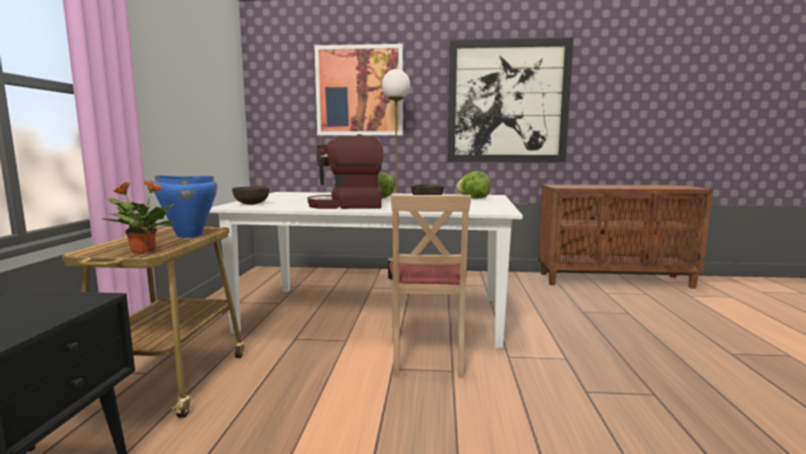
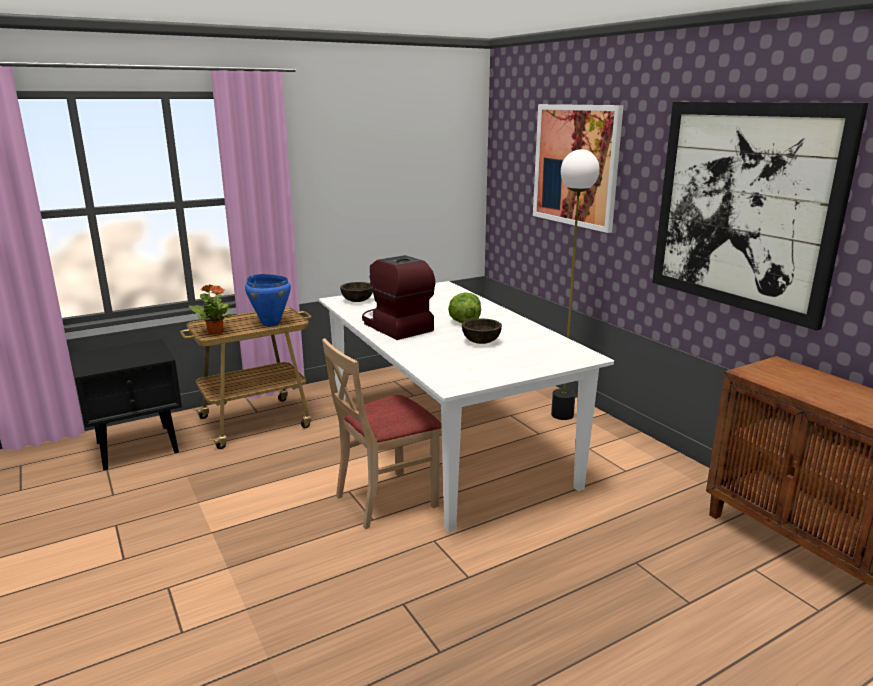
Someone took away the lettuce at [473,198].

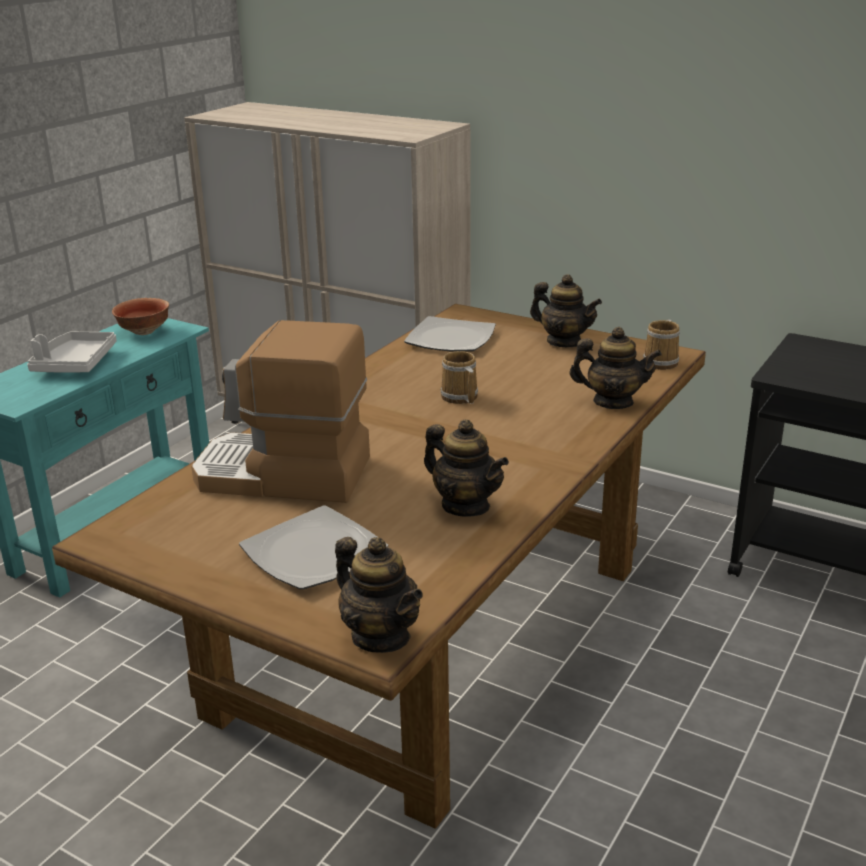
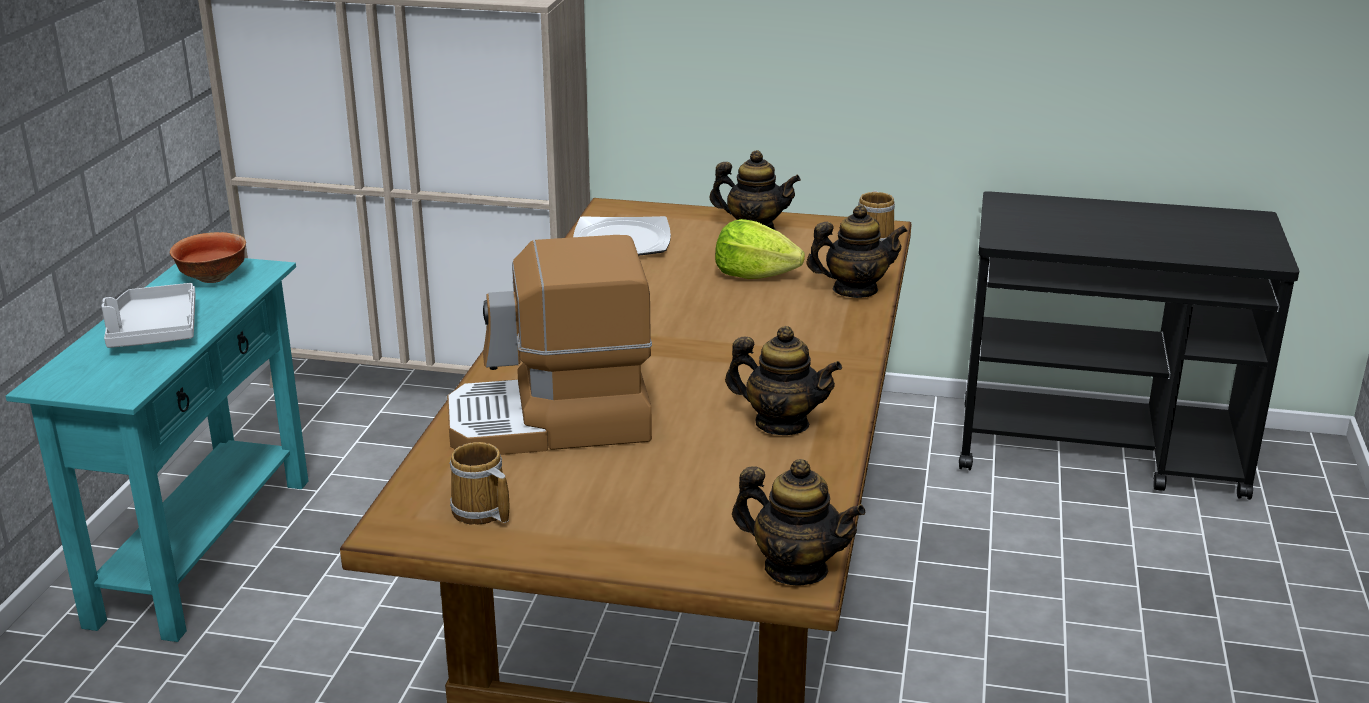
Someone took away the plate at [314,552].
Someone put down the lettuce at [754,275].
Someone carried the mug from [459,397] to [480,512].

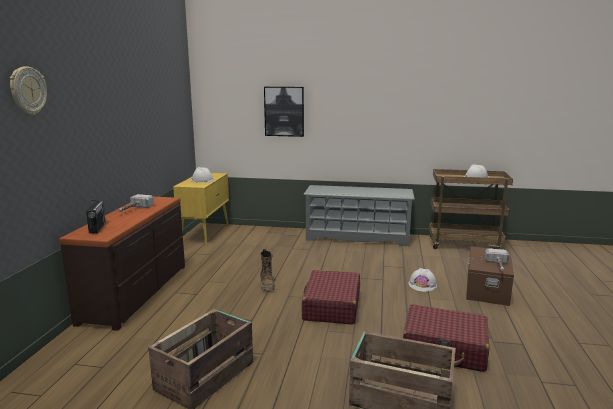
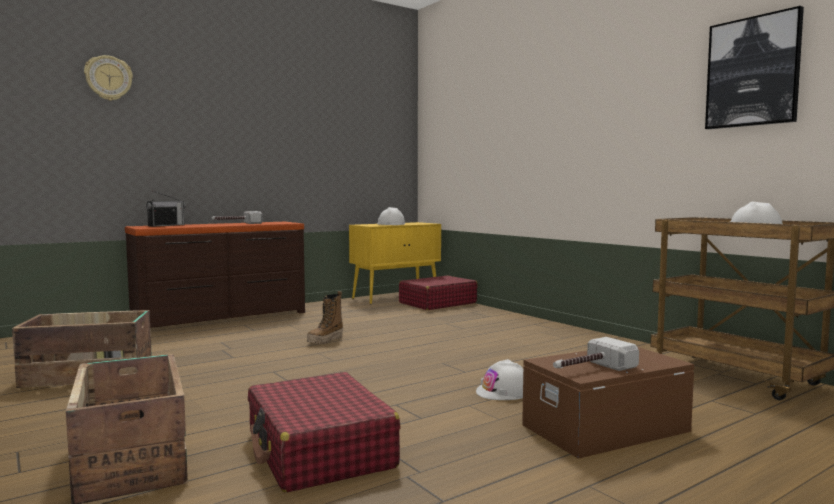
Someone took away the grey_shoe_rack at [357,237].
Someone carried the picture from [284,111] to [753,72].
Someone carried the red_suitcase from [331,306] to [437,303].

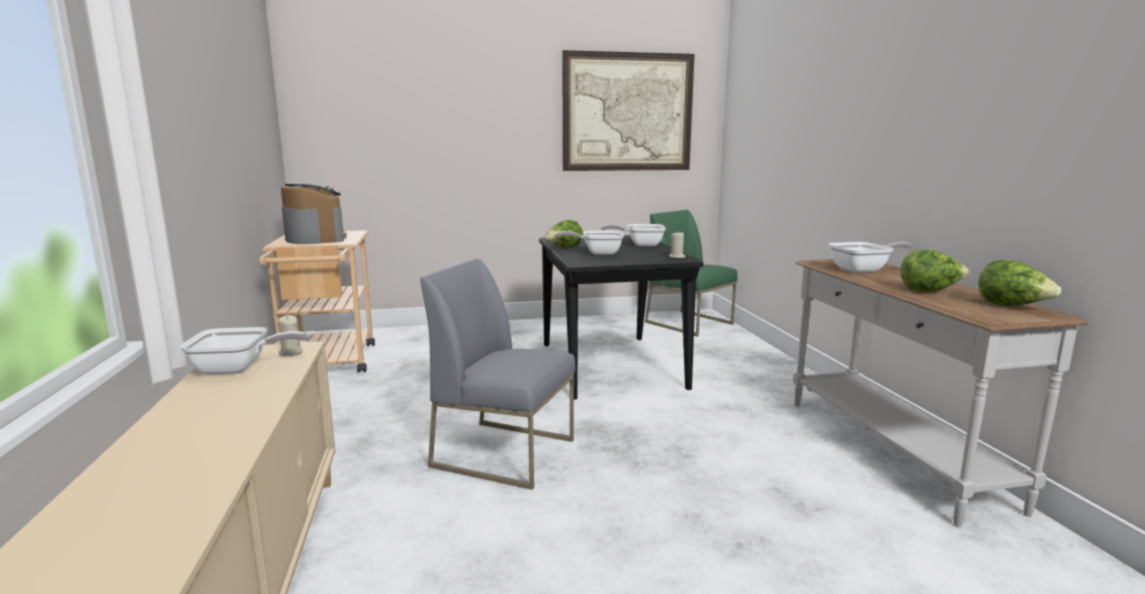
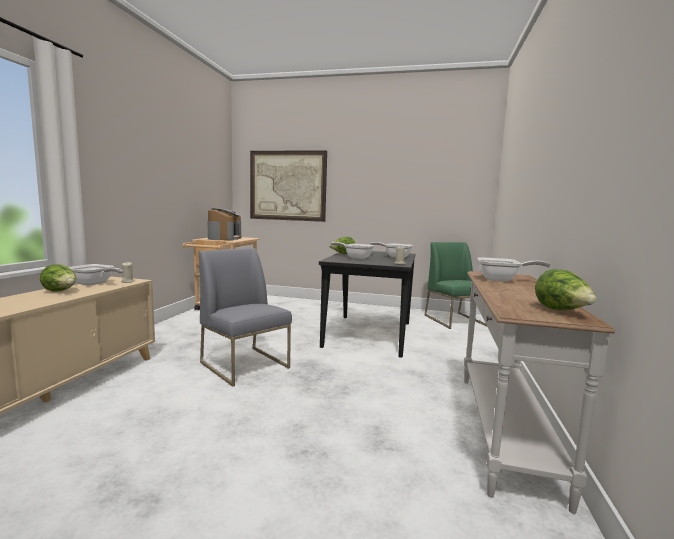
Someone carried the picture from [627,112] to [287,186].
Someone carried the lettuce from [929,291] to [60,291].

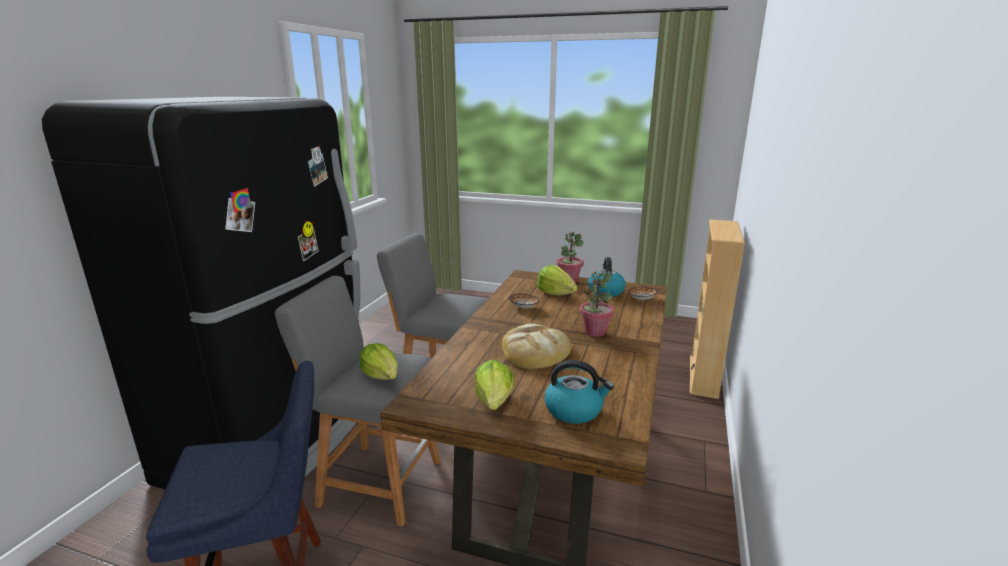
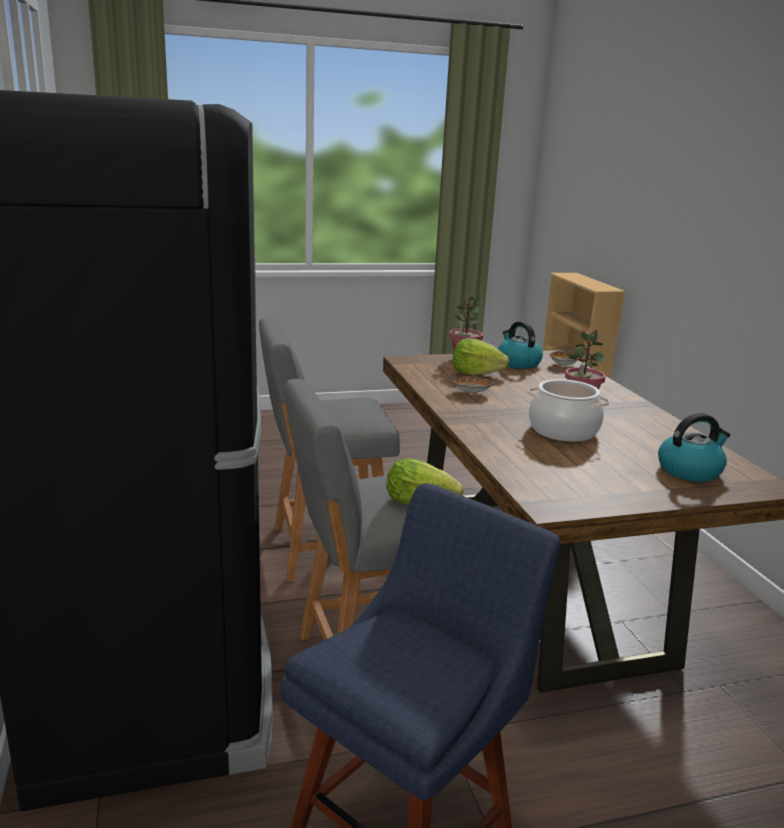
Someone took away the lettuce at [494,401].
Someone swapped the bread at [535,351] for the cooking_pot at [563,431].

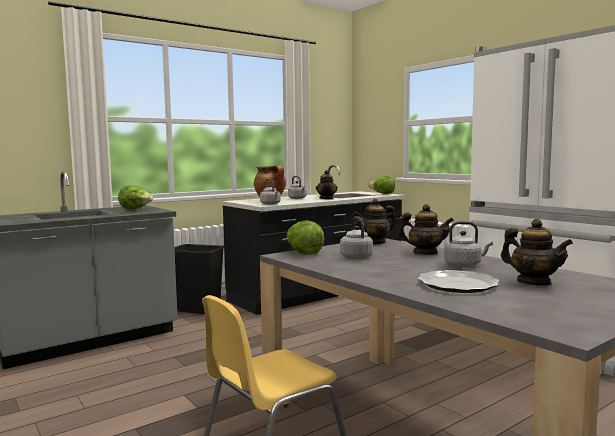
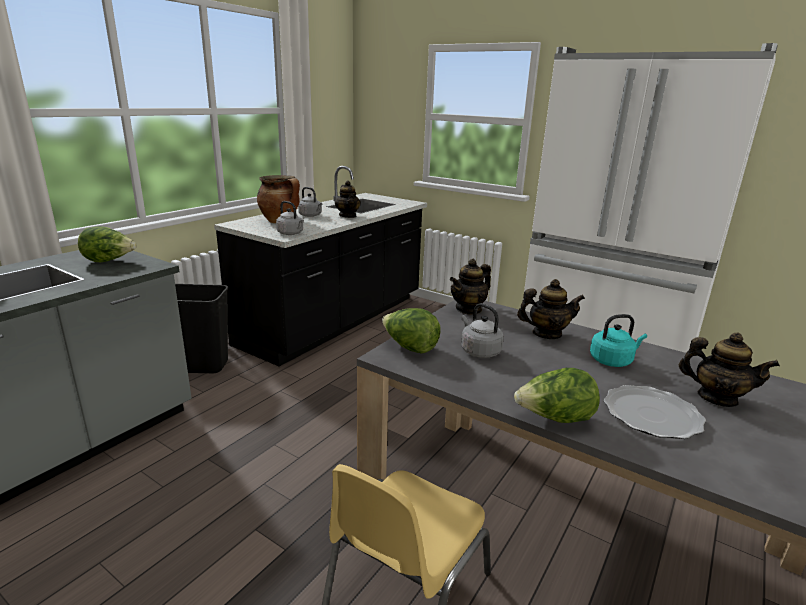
Someone carried the lettuce from [382,194] to [554,419].
Someone repainted the grey_kettle at [464,265], which became the turquoise_kettle at [612,360].

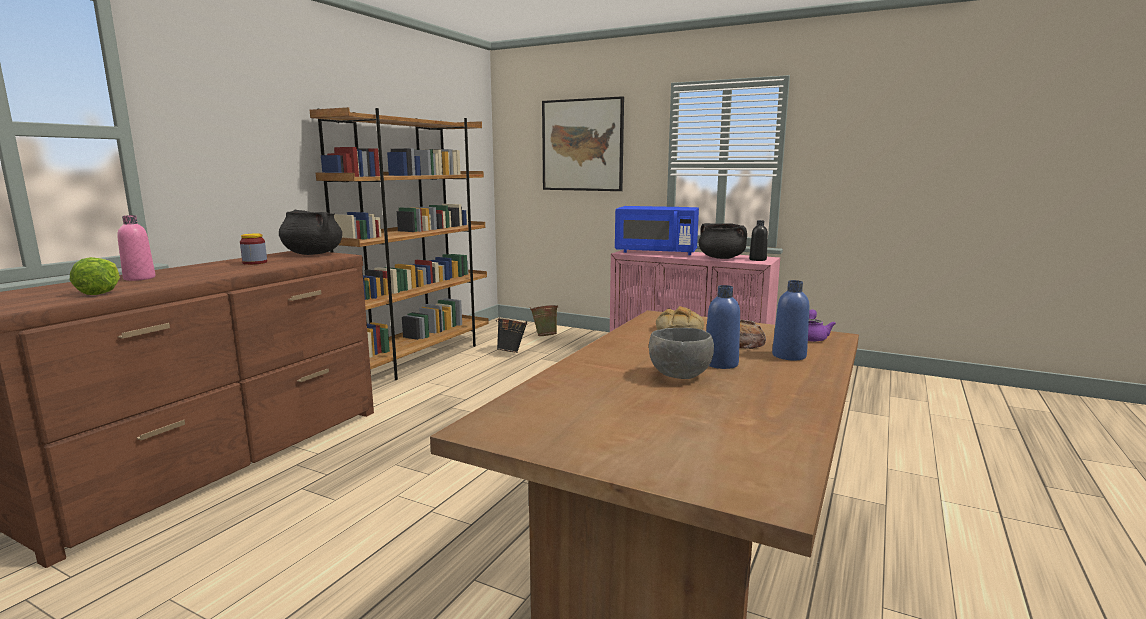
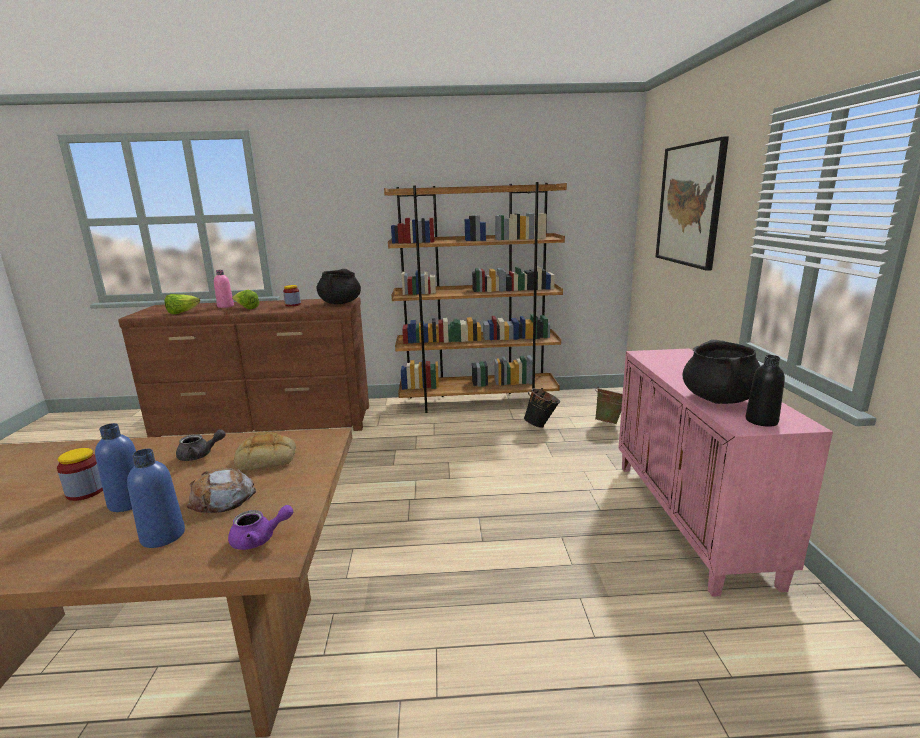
Someone took away the blue_microwave at [656,252].
Someone put down the grey_teapot at [200,455].
Someone put down the lettuce at [246,308].
Someone swapped the grey_bowl at [680,376] for the jar at [86,491].

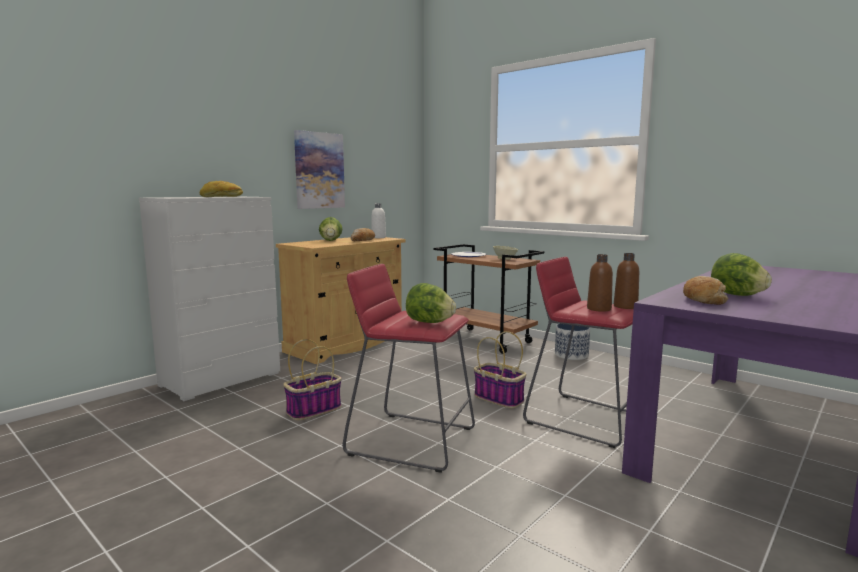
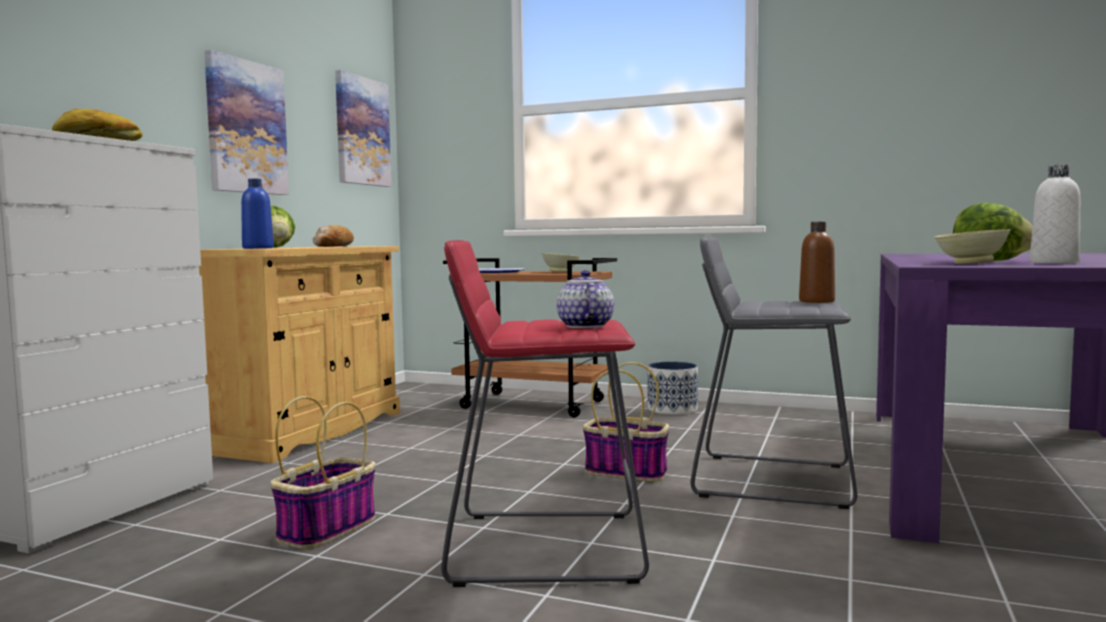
Someone took away the brown_bottle at [599,309].
Someone put down the blue_bottle at [258,248].
Someone put up the picture at [362,131].
Someone carried the white_bottle from [378,237] to [1054,262].
Someone swapped the lettuce at [429,322] for the teapot at [584,326].
Someone swapped the bread at [703,299] for the beige_bowl at [969,263].
Someone repainted the red_stool at [585,419], which became the grey_stool at [771,480].

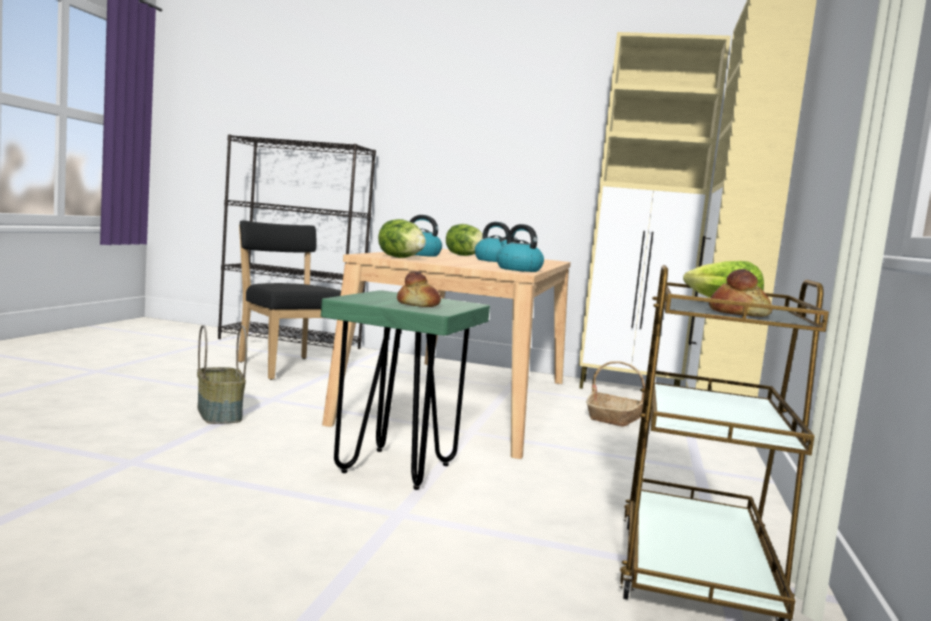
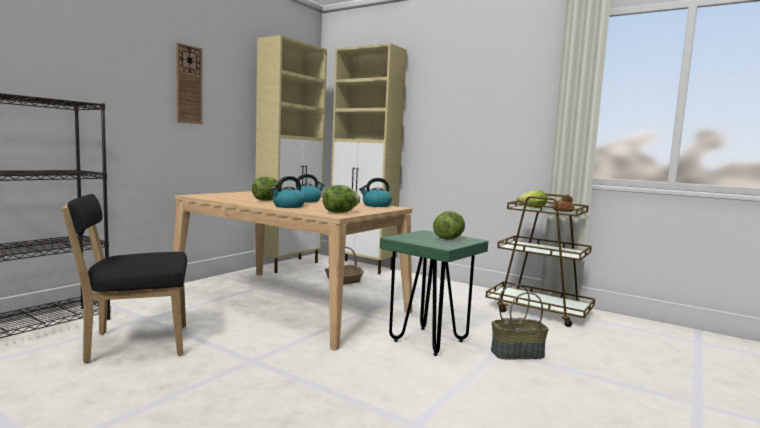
Someone put up the wall_clock at [189,84].
Someone carried the basket from [220,414] to [517,353].
Someone swapped the bread at [418,304] for the lettuce at [449,239].

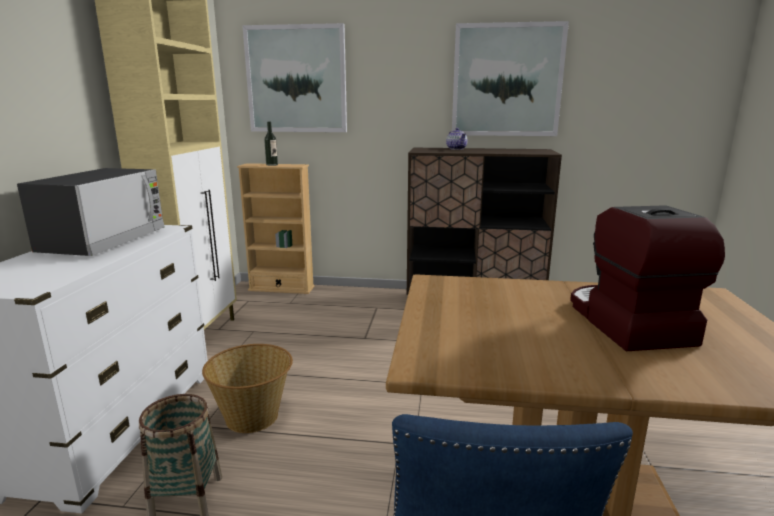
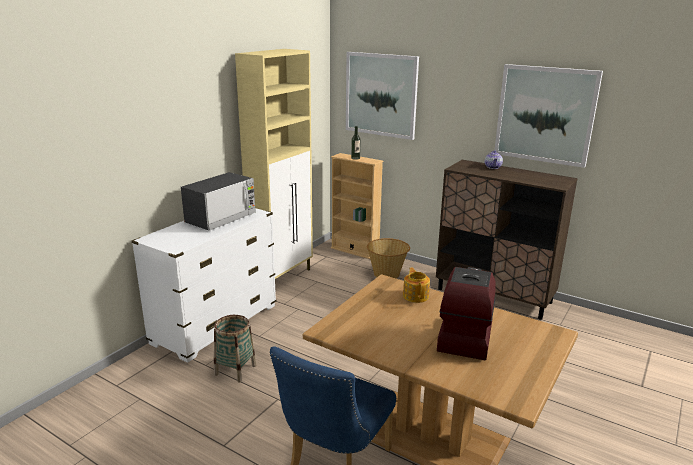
Someone put down the teapot at [416,296].
Someone carried the basket from [253,416] to [387,274].

